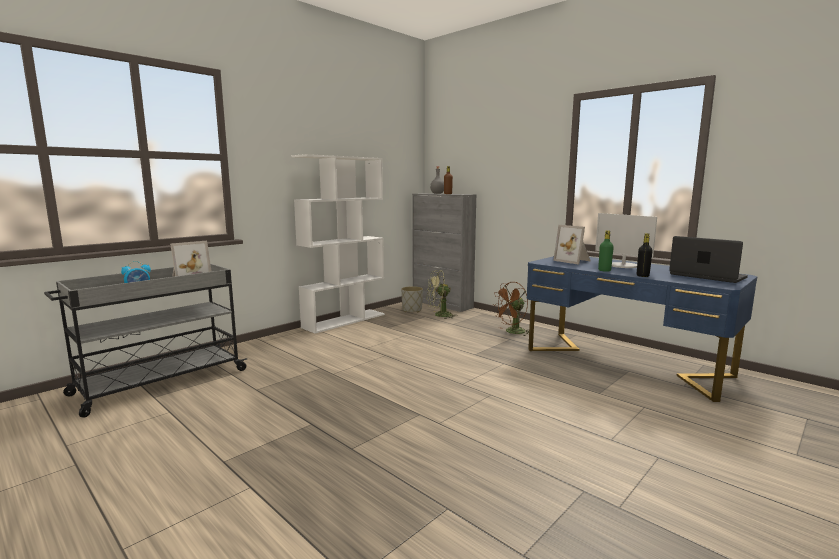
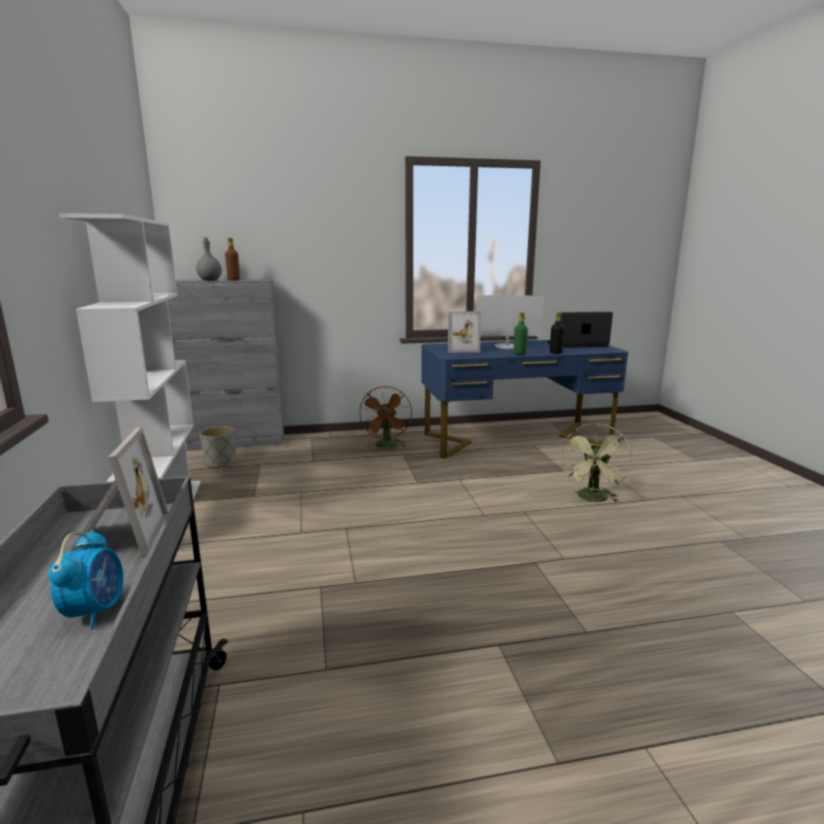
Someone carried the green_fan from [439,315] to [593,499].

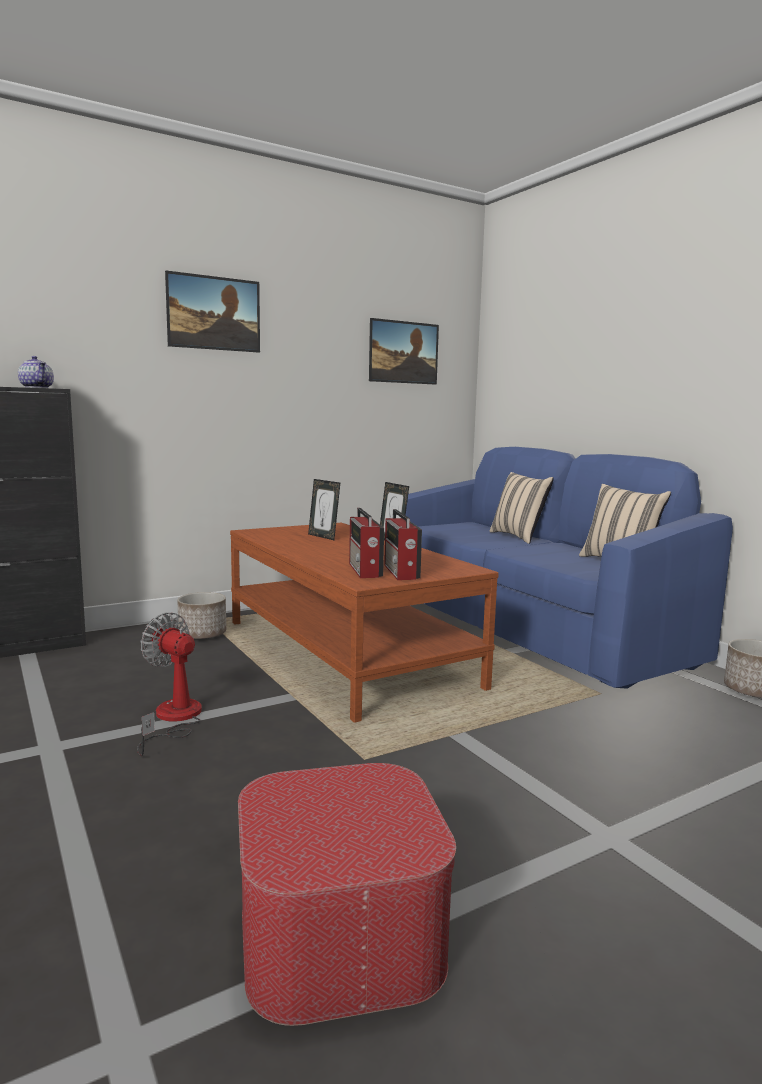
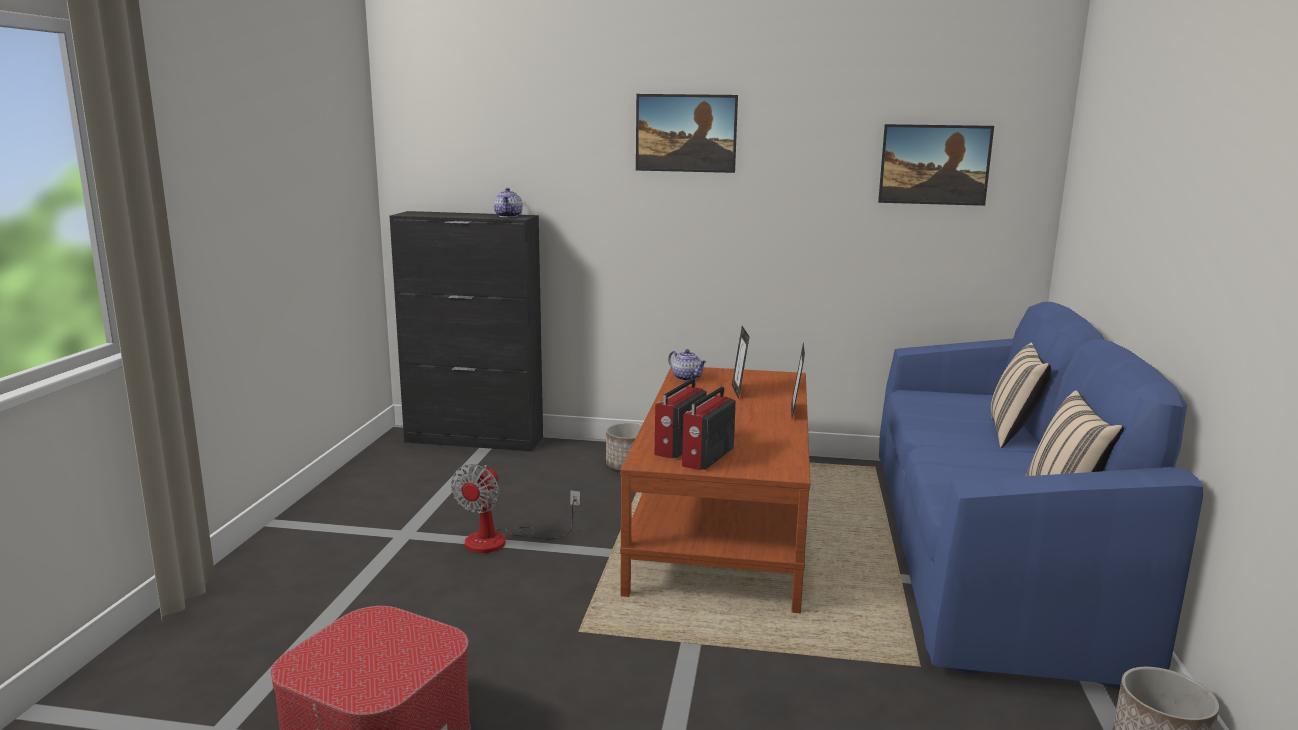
Someone put down the teapot at [687,378].
Someone rotated the fan at [173,719] by 150 degrees counterclockwise.

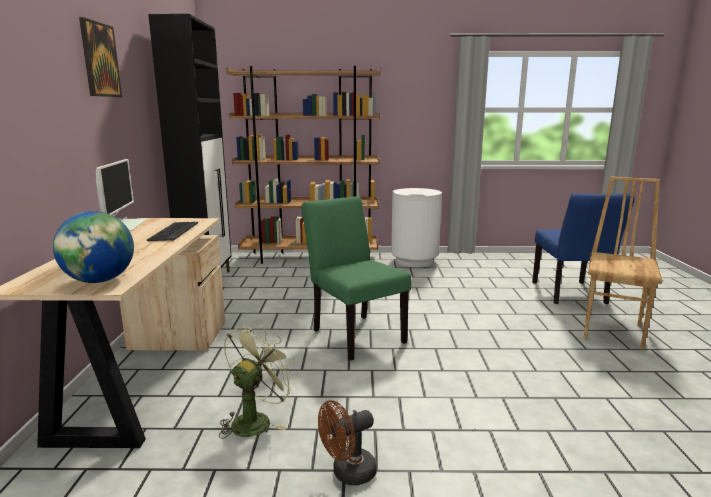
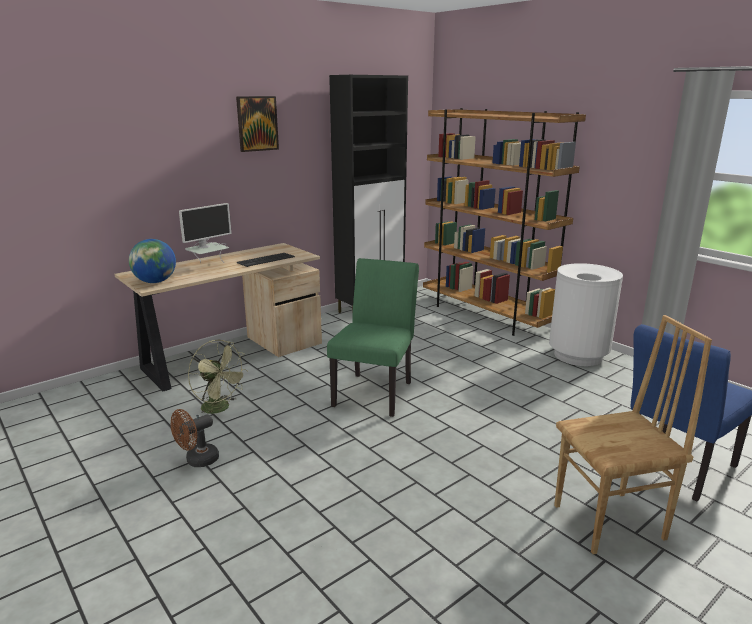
Someone rotated the green_fan at [256,420] by 45 degrees clockwise.
Someone rotated the brown_fan at [348,474] by 60 degrees counterclockwise.

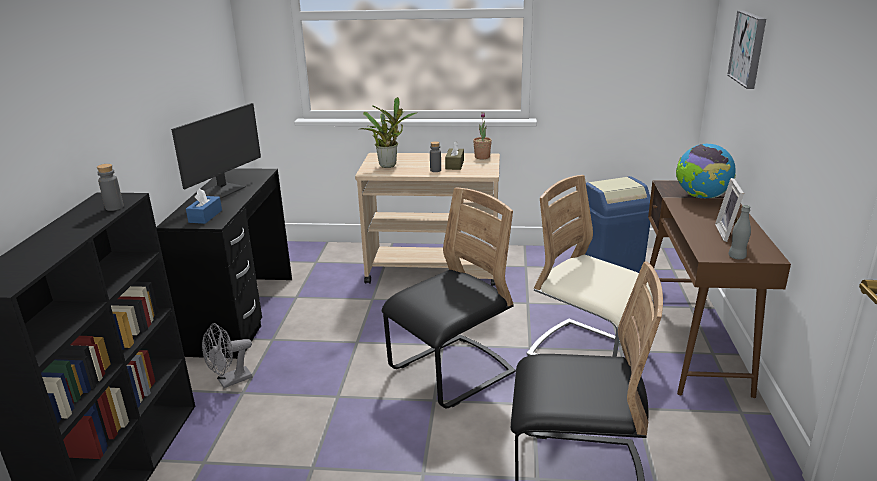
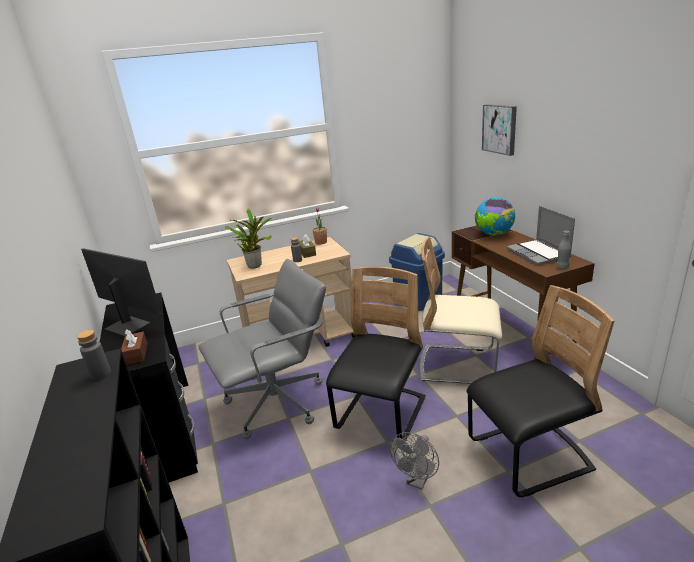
Someone put down the grey_office_chair at [277,403].
Someone carried the grey_fan from [230,381] to [417,480].
Someone swapped the picture_frame at [729,233] for the laptop at [538,253].
Someone repainted the blue_tissue_box at [205,216], which became the brown_tissue_box at [136,354].
Someone rotated the monitor at [223,191] by 60 degrees counterclockwise.

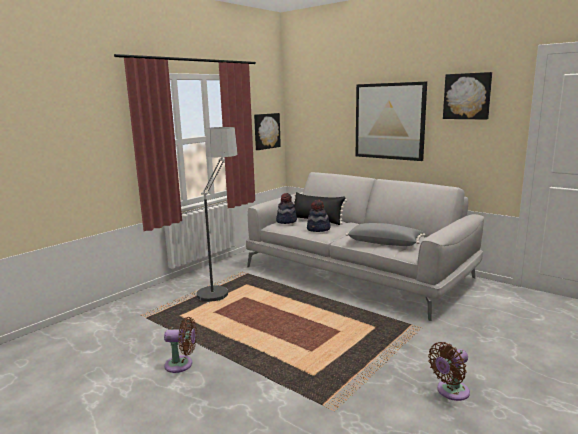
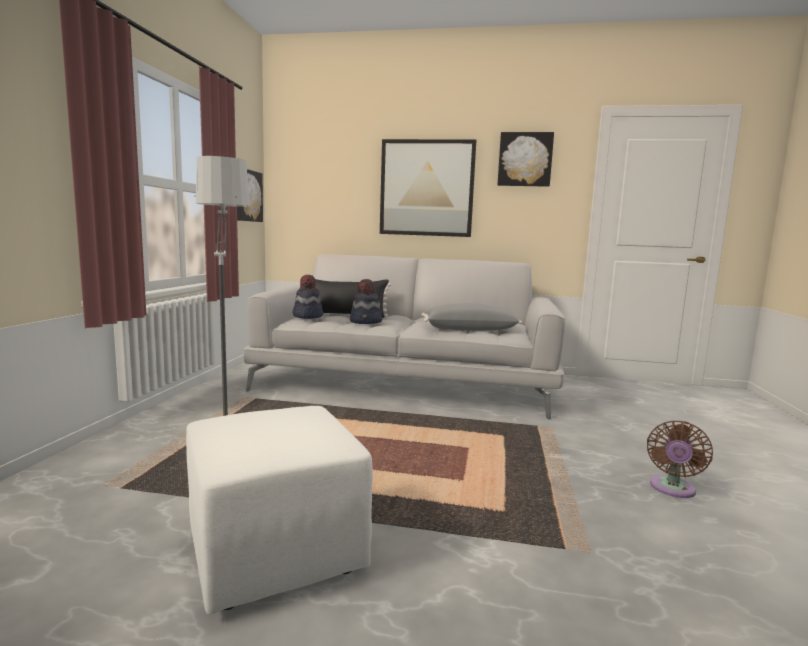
Someone swapped the brown_fan at [182,364] for the white_ottoman at [273,551].

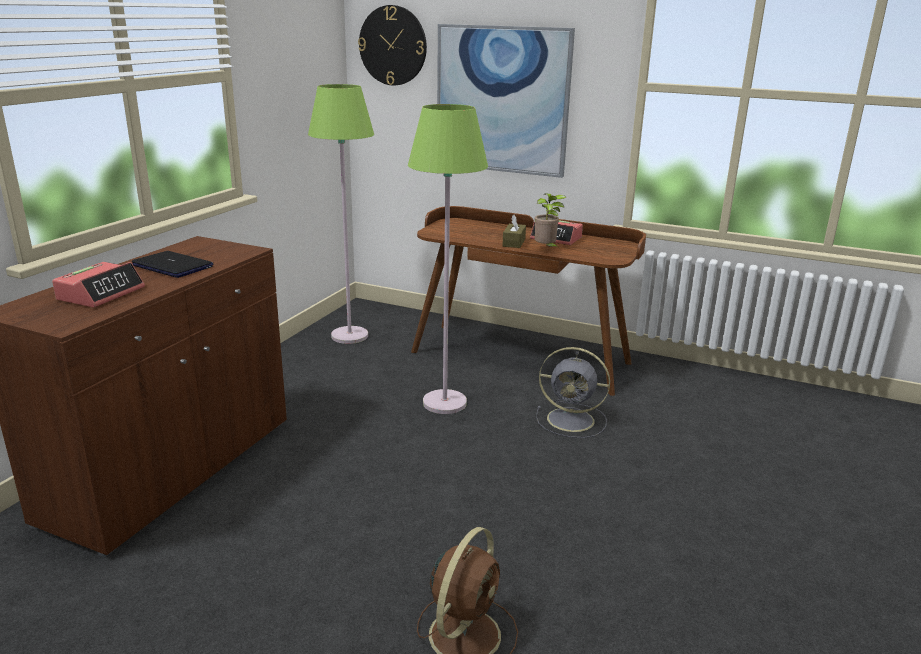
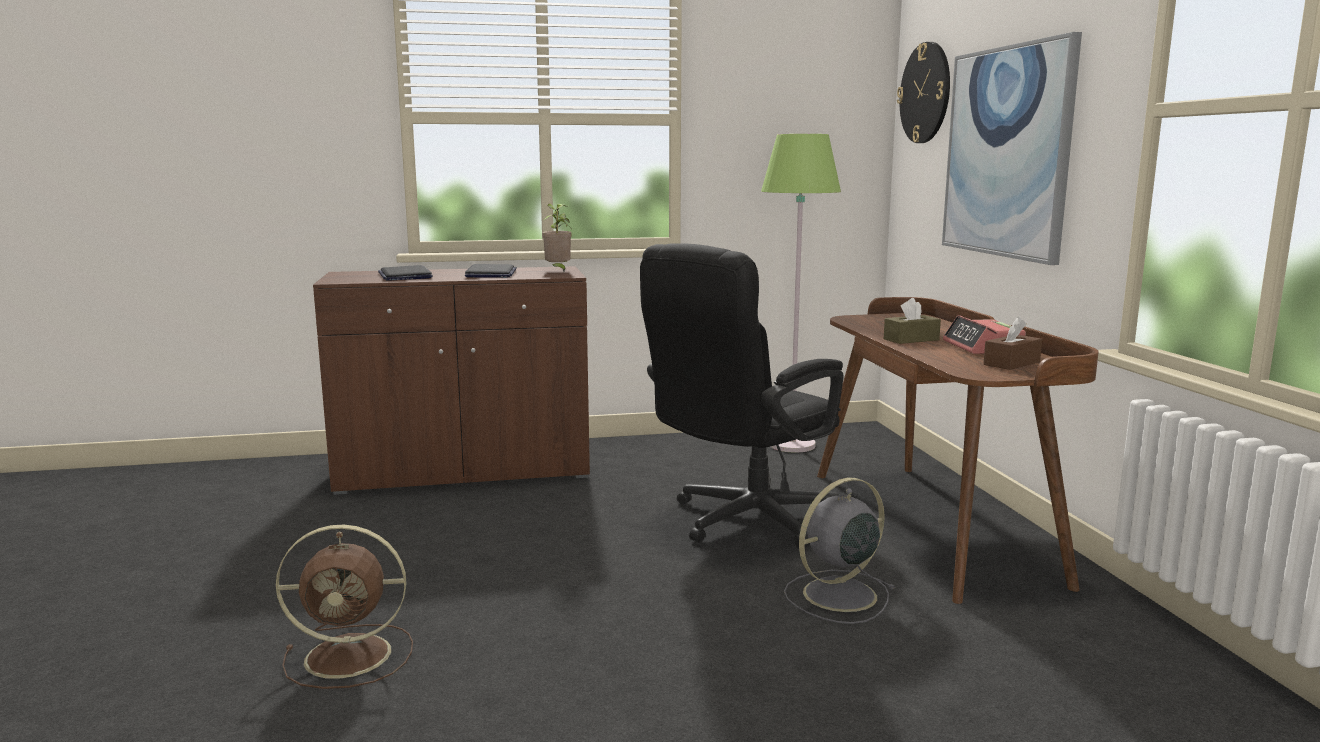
Someone put down the brown_tissue_box at [1011,363].
Someone carried the potted_plant from [546,249] to [558,271].
Someone swapped the alarm_clock at [101,294] for the laptop at [405,275].
Someone swapped the green_floor_lamp at [444,403] for the black_office_chair at [743,522].
Someone rotated the grey_fan at [572,420] by 75 degrees clockwise.

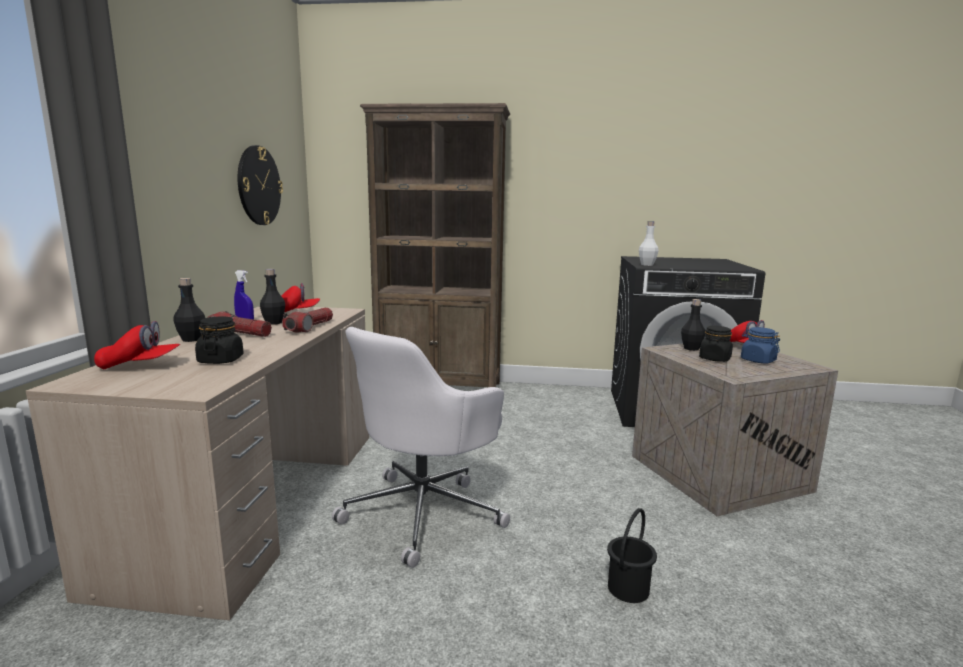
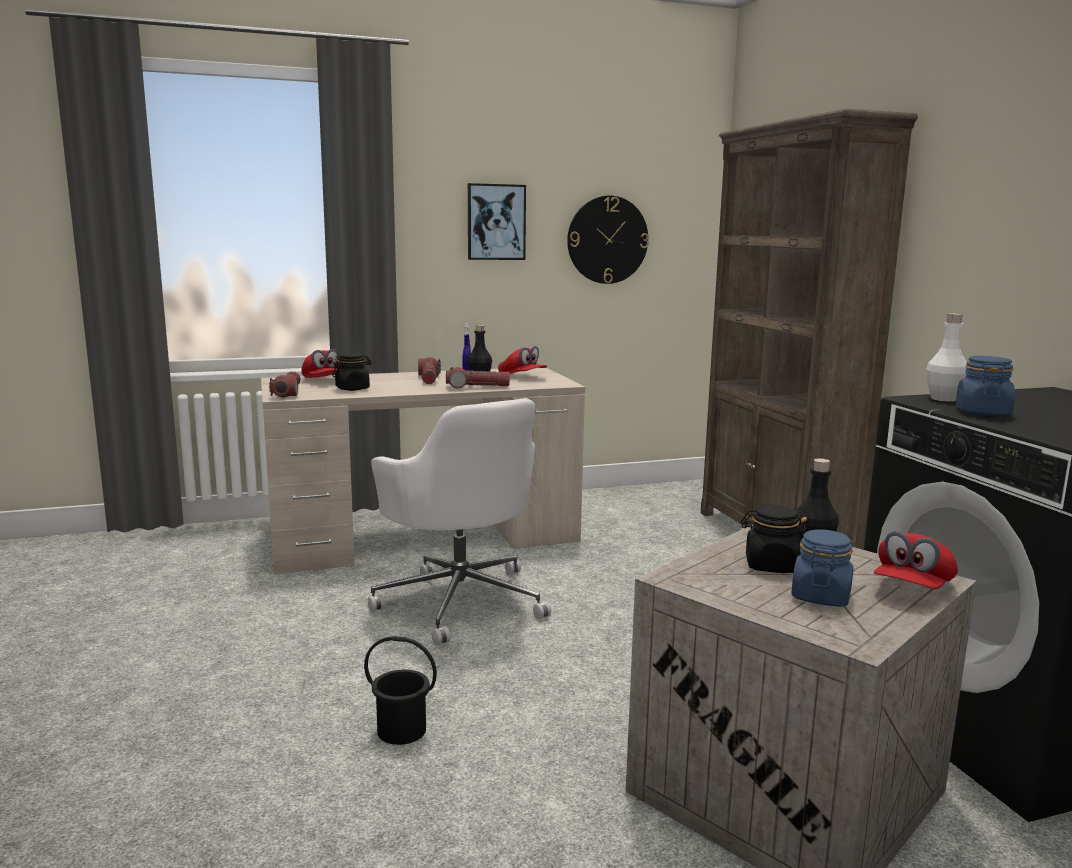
Someone took away the black_bottle at [191,339].
Someone put down the flashlight at [288,393].
Someone put up the picture at [496,222].
Someone put down the blue_jar at [982,412].
Someone rotated the white_office_chair at [424,512] by 135 degrees counterclockwise.

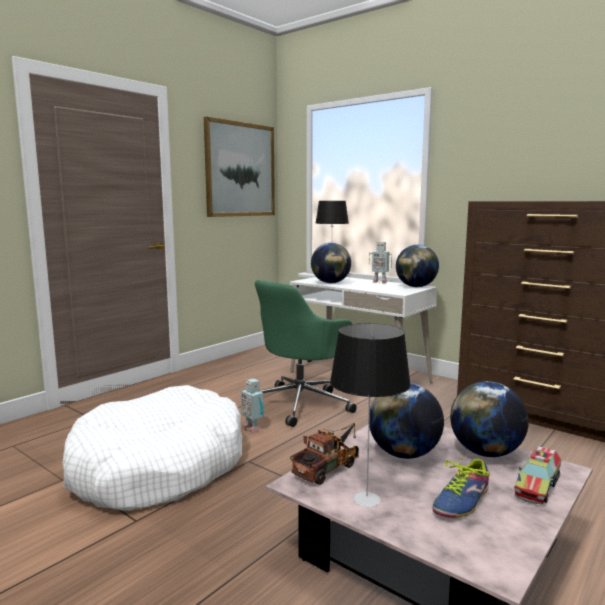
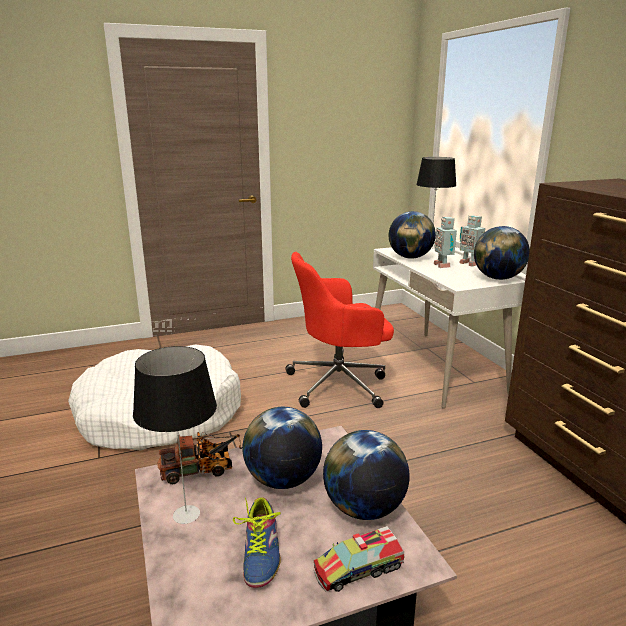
Someone took away the picture at [240,170].
Someone carried the toy_robot from [252,428] to [443,265].
Someone repainted the green_office_chair at [301,404], which became the red_office_chair at [340,384].
Someone rotated the shoe at [462,501] by 75 degrees counterclockwise.

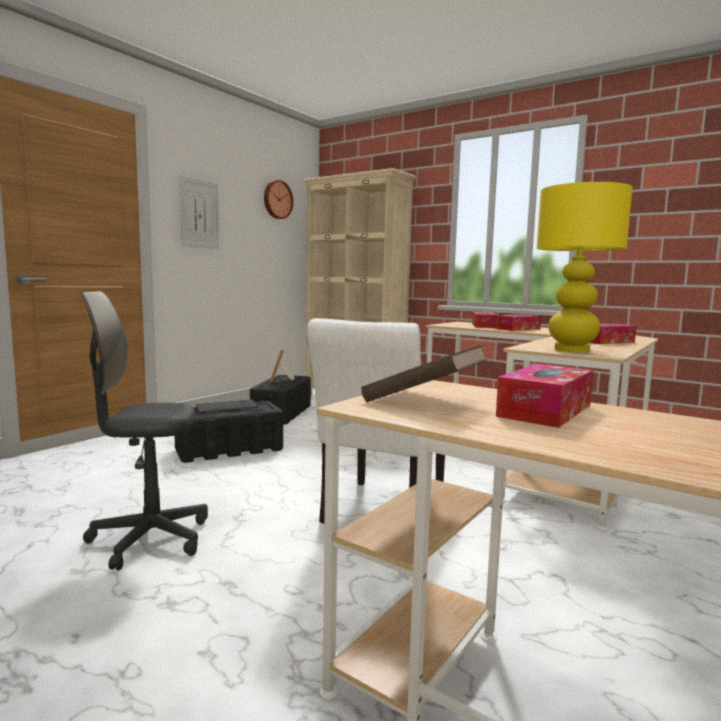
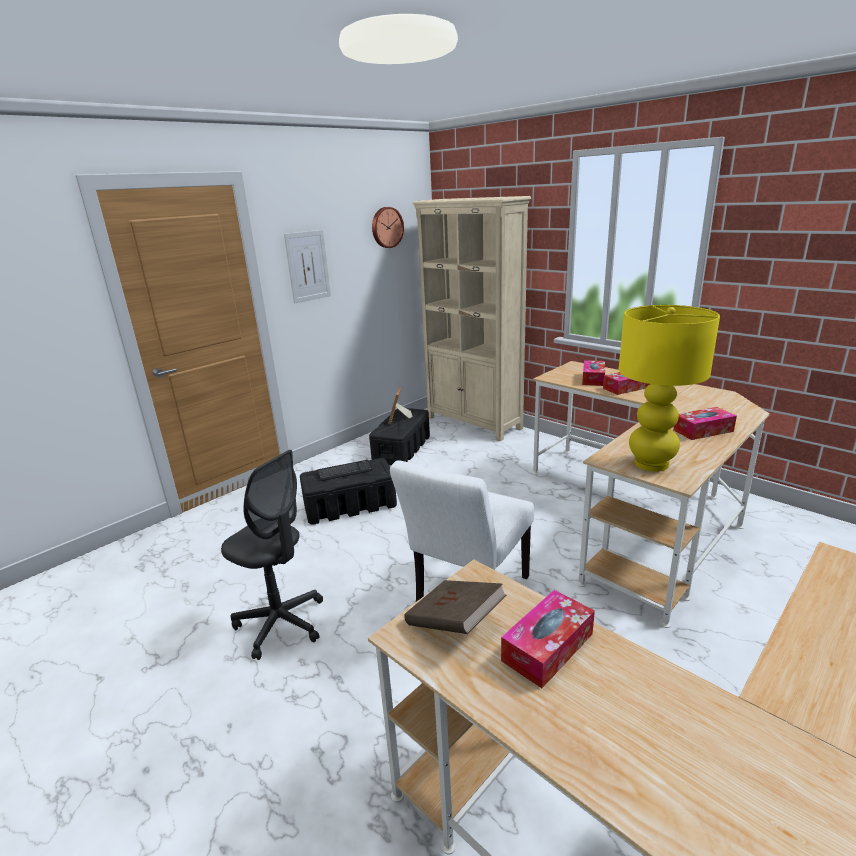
Someone rotated the grey_office_chair at [150,539] by 150 degrees counterclockwise.

